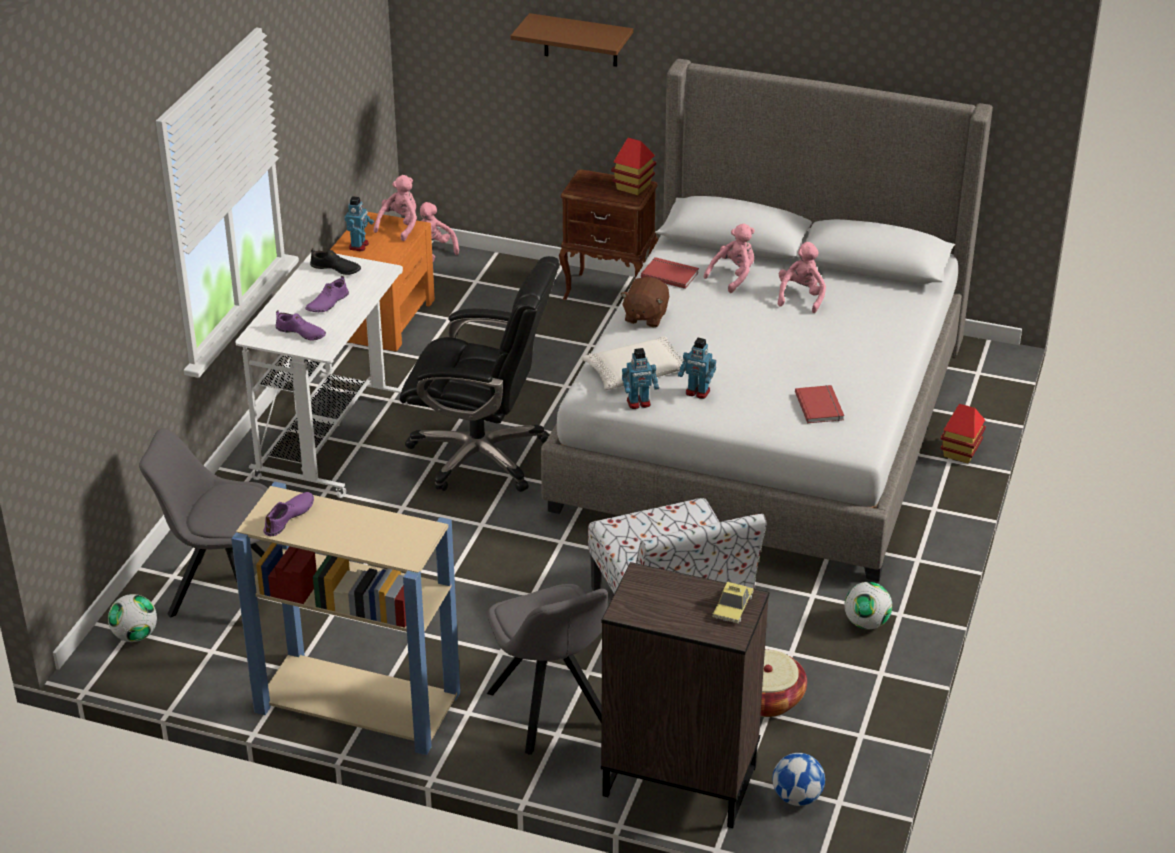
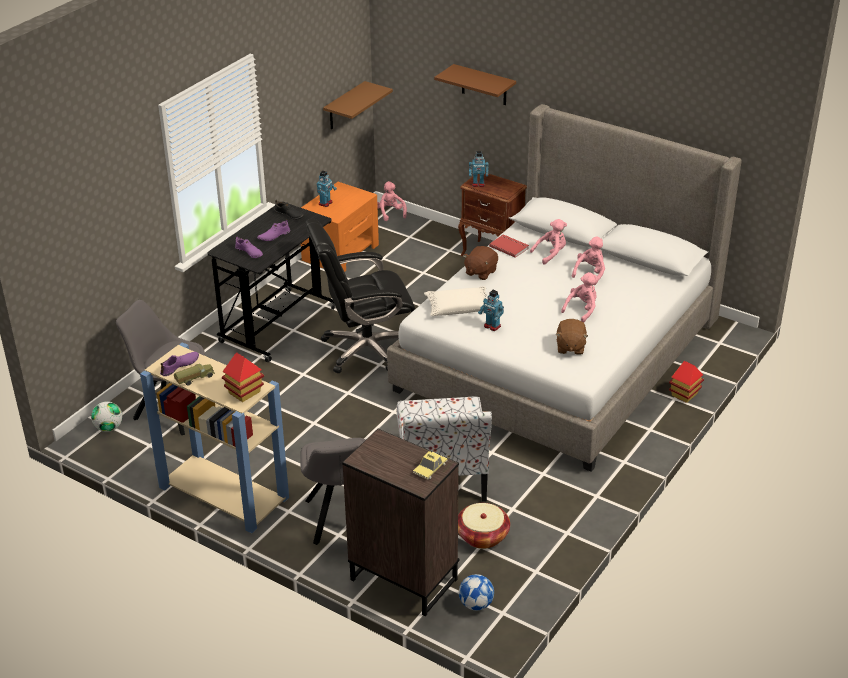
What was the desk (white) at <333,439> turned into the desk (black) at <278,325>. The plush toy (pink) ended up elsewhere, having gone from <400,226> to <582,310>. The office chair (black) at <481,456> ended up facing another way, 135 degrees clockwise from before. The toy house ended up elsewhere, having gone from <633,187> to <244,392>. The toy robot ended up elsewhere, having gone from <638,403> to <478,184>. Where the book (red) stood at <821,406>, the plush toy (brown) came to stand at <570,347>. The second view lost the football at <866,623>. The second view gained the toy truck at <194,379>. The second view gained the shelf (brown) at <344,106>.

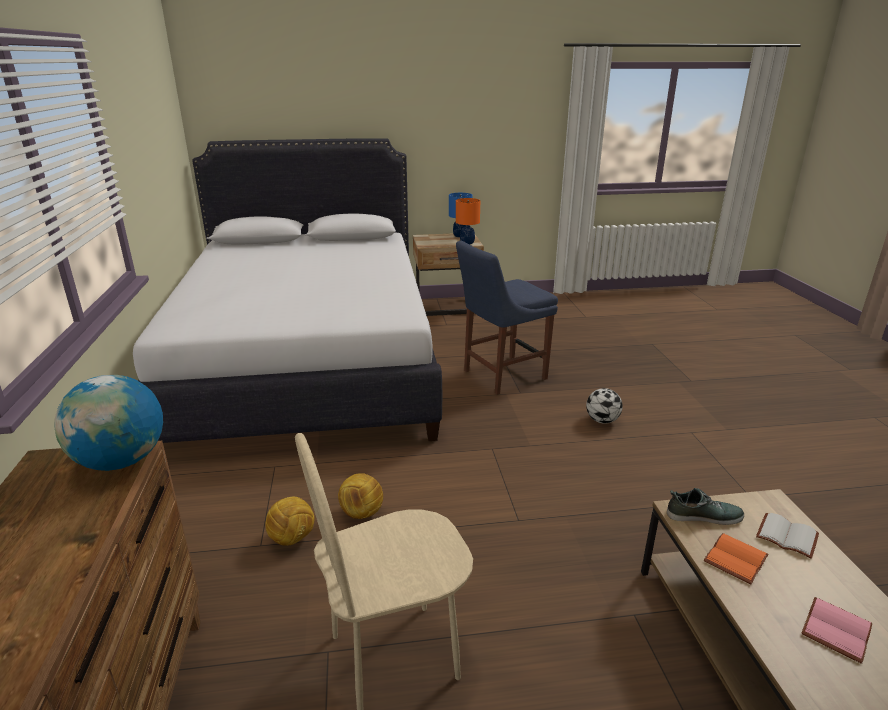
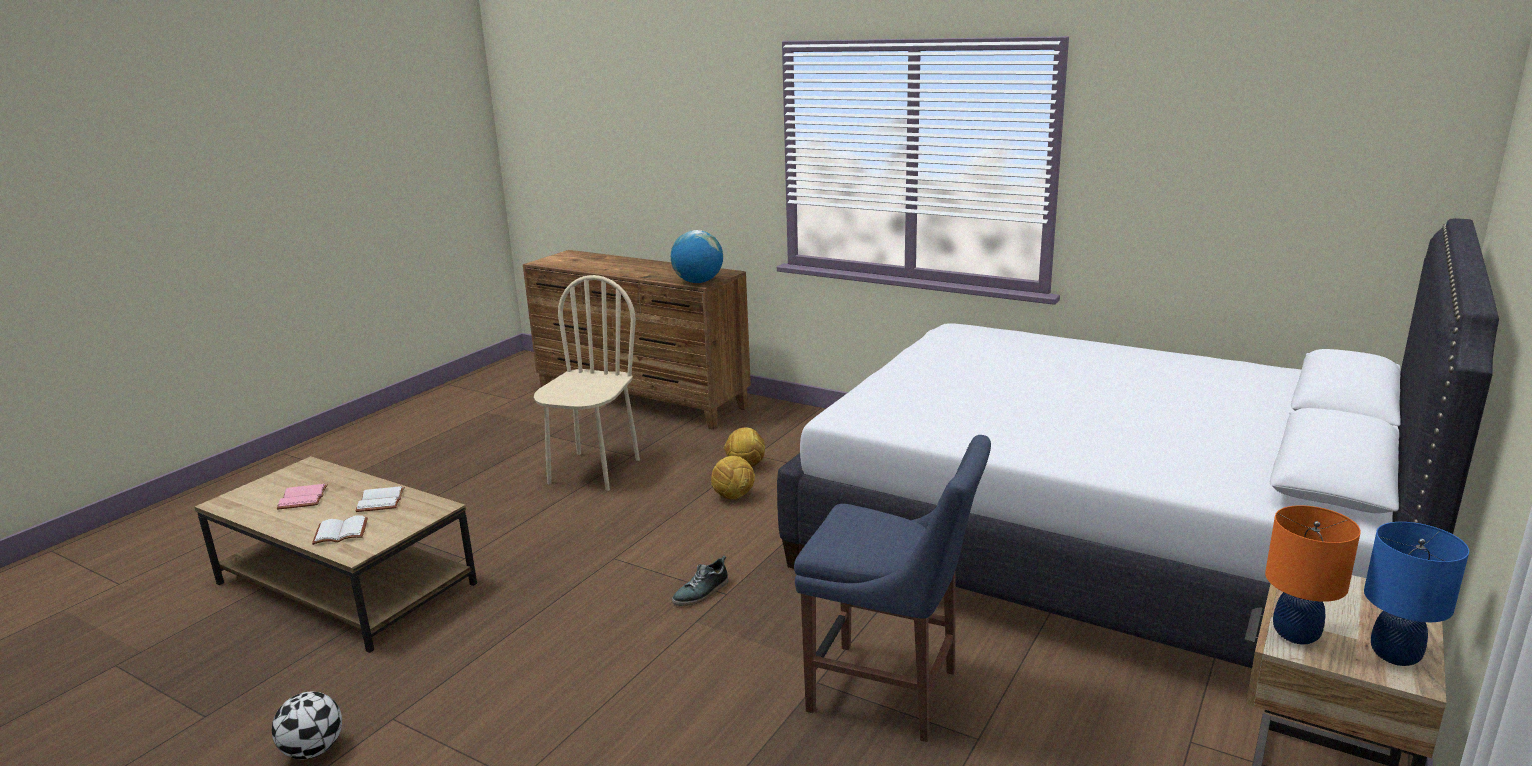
The chair (blue) at <501,375> ended up facing another way, 105 degrees clockwise from before. The football ended up elsewhere, having gone from <602,421> to <313,750>. The shoe ended up elsewhere, having gone from <703,515> to <701,592>. What was the book (orange) at <734,558> turned into the book (white) at <382,501>.

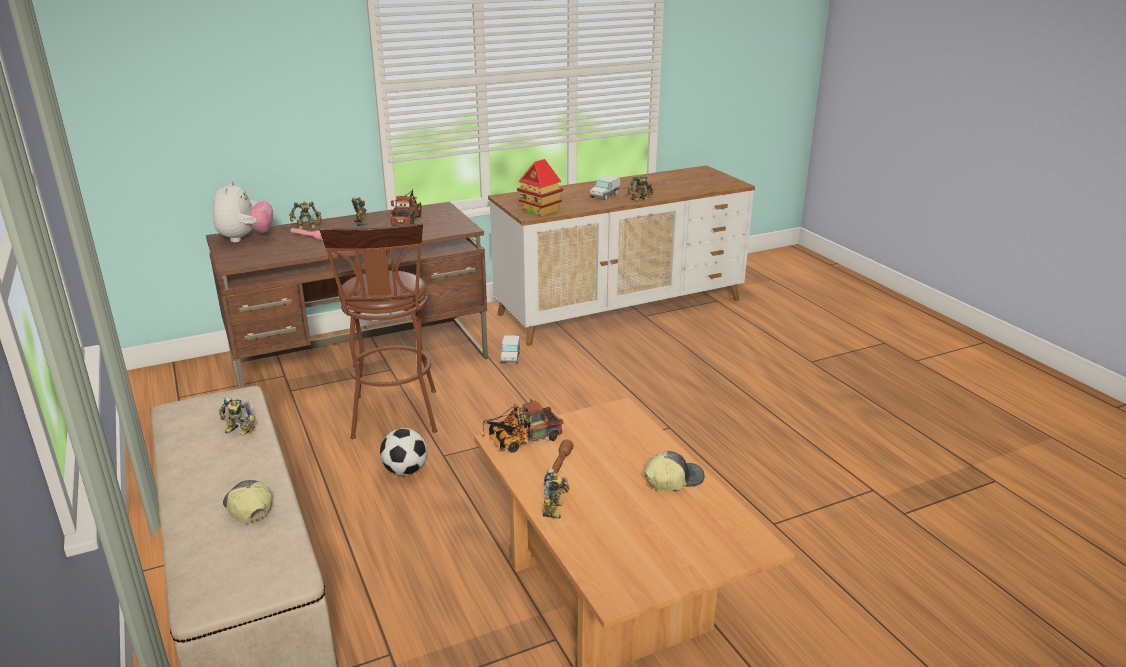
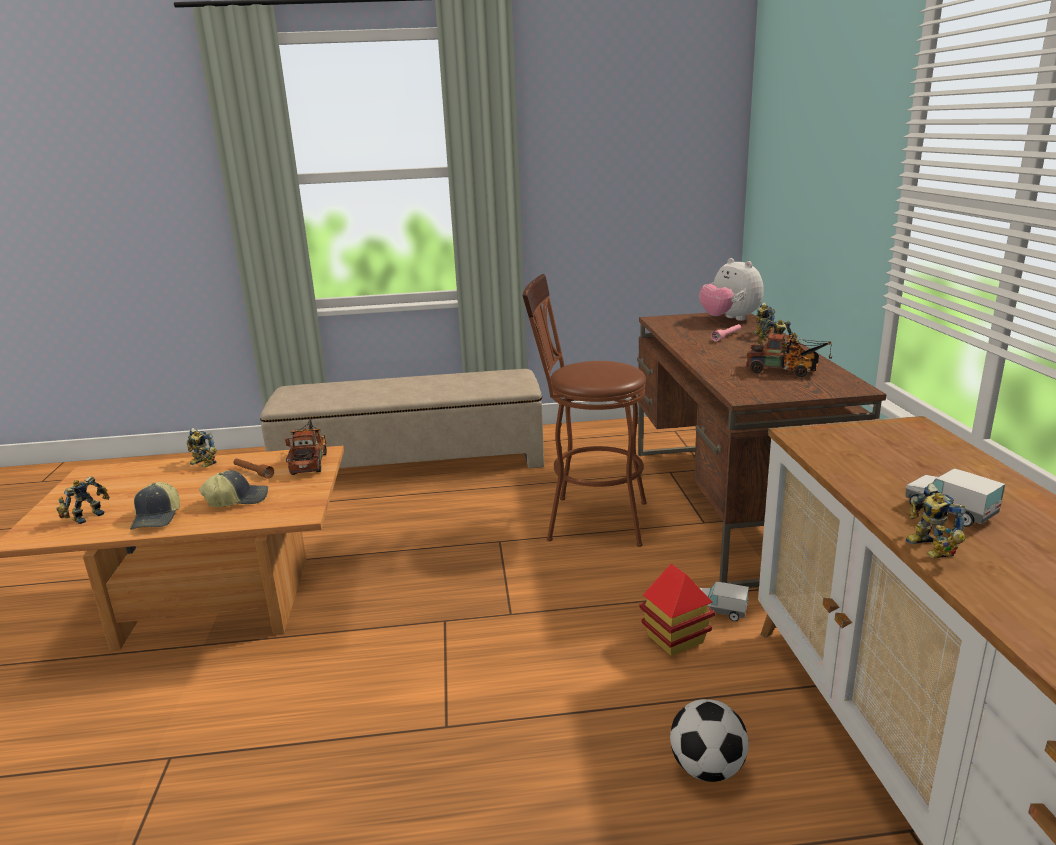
The plush toy at <245,238> ended up facing another way, 45 degrees clockwise from before. The toy robot ended up elsewhere, having gone from <238,432> to <86,516>. The cap ended up elsewhere, having gone from <248,508> to <237,499>. The football ended up elsewhere, having gone from <406,471> to <707,769>. The toy house ended up elsewhere, having gone from <540,211> to <675,639>.

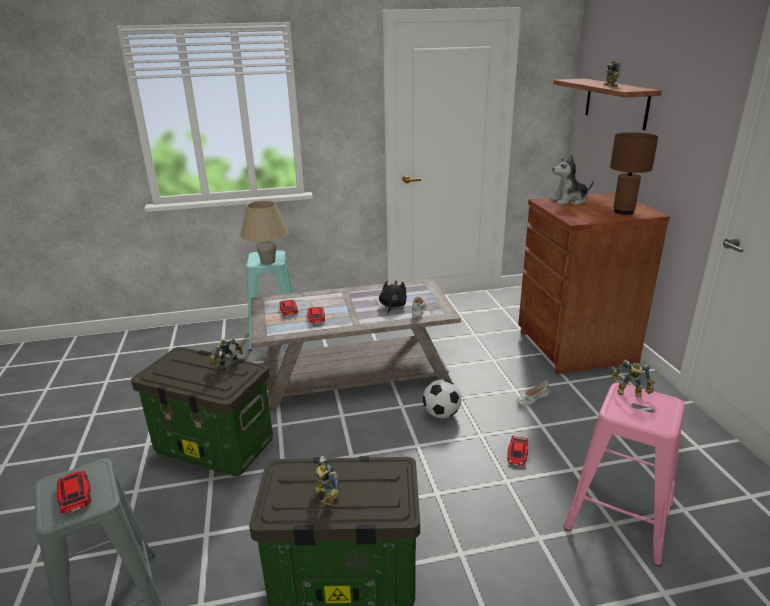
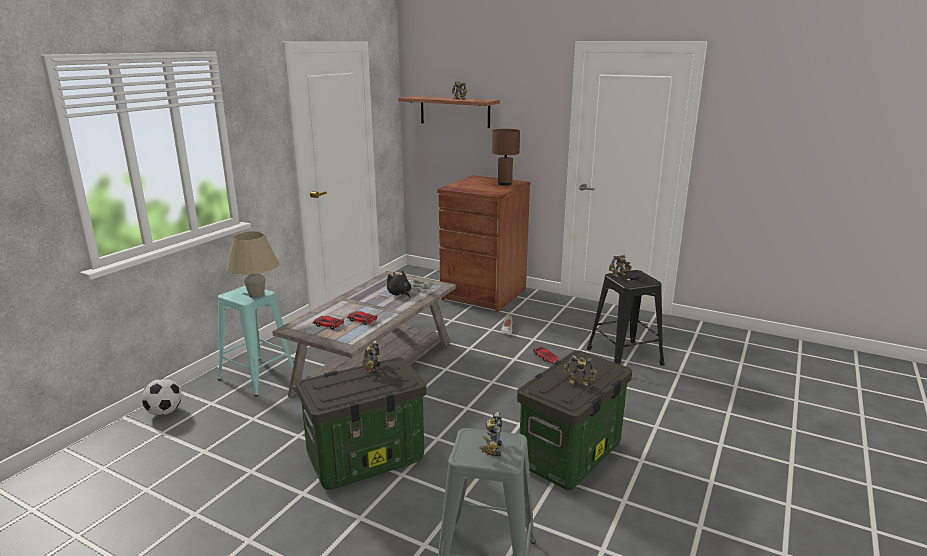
Where the toy car stood at <74,494>, the toy robot came to stand at <491,449>. The football ended up elsewhere, having gone from <441,414> to <165,412>. The second view lost the plush toy at <569,201>. What was the stool (pink) at <619,516> turned into the stool (black) at <624,357>.

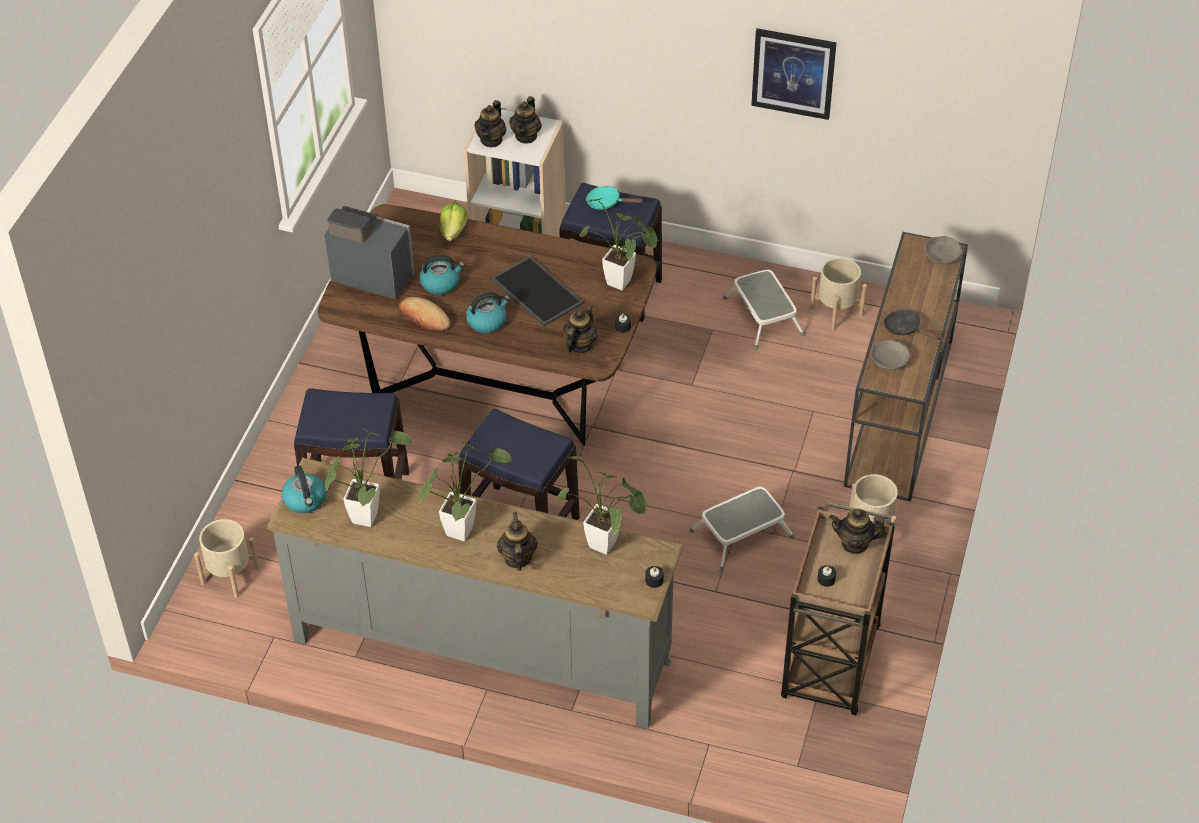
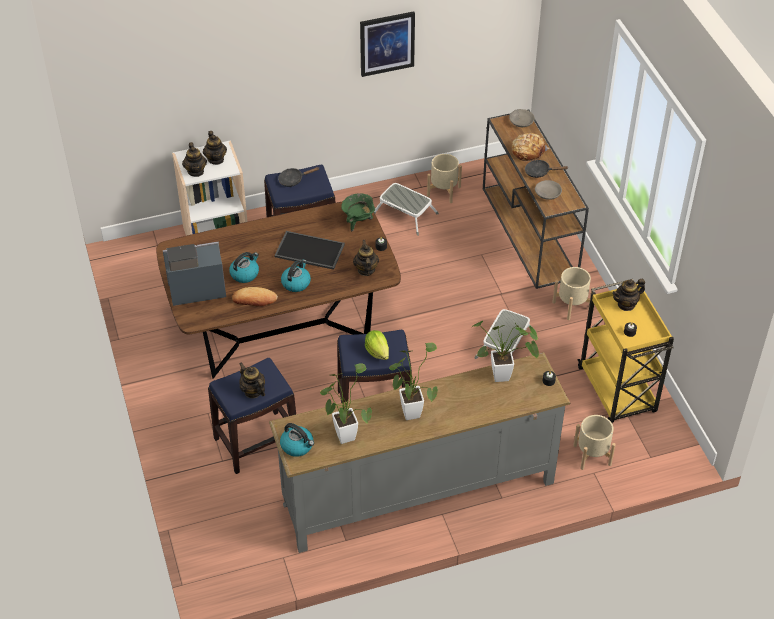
The planter (beige) ended up elsewhere, having gone from <230,576> to <592,455>. The lettuce ended up elsewhere, having gone from <454,231> to <377,351>. The teapot ended up elsewhere, having gone from <517,558> to <253,391>. Where the potted plant stood at <623,285>, the cooking pot (green) came to stand at <358,222>. What was the frying pan (turquoise) at <607,203> turned into the frying pan (black) at <293,180>. What was the cart (brown) at <830,664> turned into the cart (yellow) at <617,391>. The second view gained the bread at <528,151>.

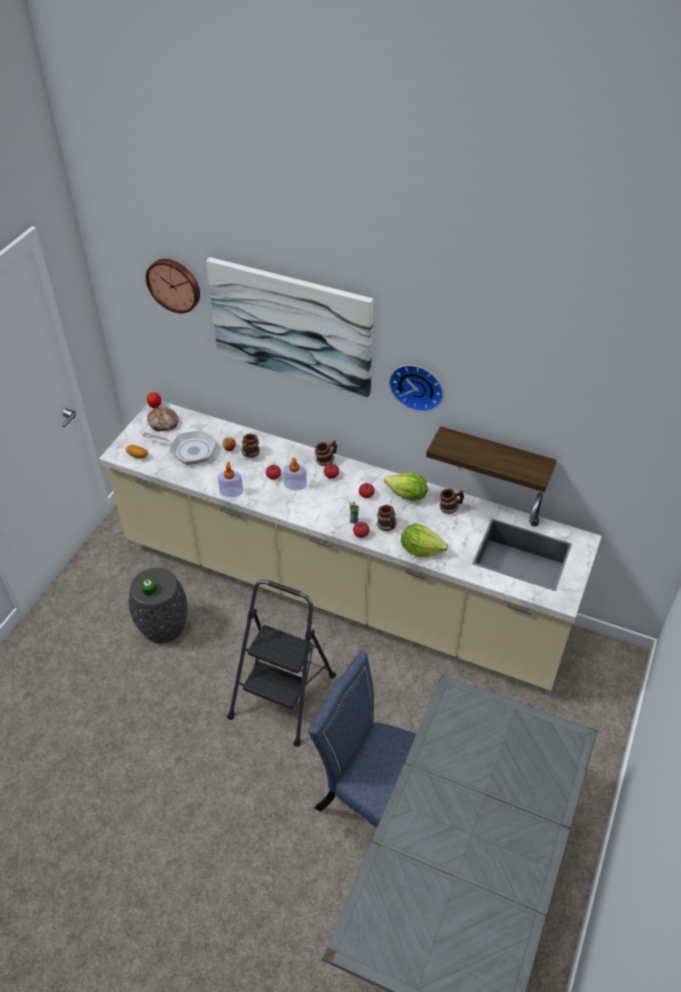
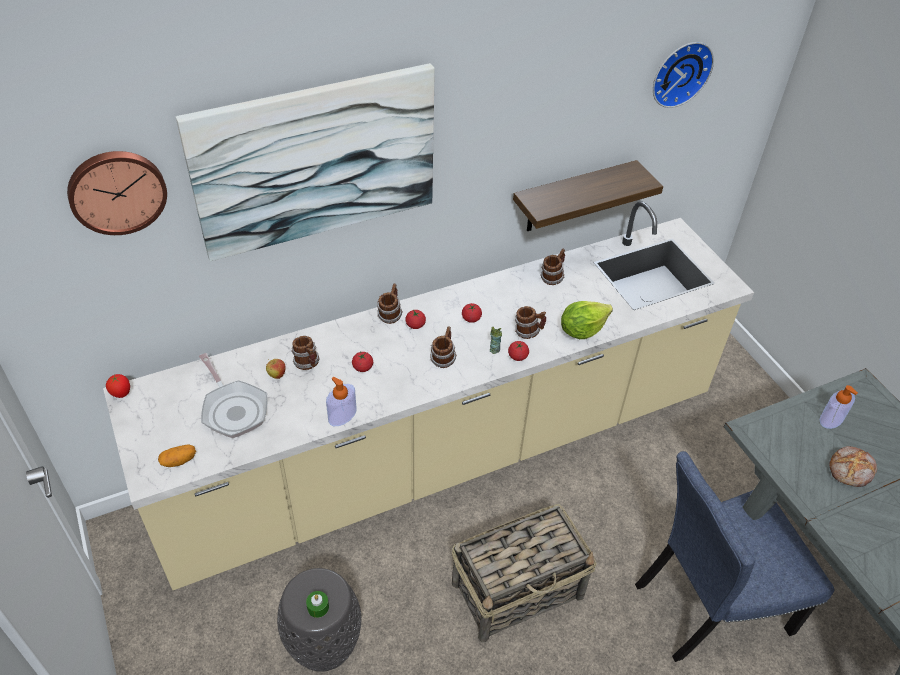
The frying pan at <189,450> ended up facing another way, 90 degrees clockwise from before. The bread ended up elsewhere, having gone from <163,423> to <851,471>. Where the step ladder (black) stood at <284,692>, the basket came to stand at <519,589>. The soap dispenser ended up elsewhere, having gone from <295,485> to <831,419>. The second view lost the lettuce at <407,496>. The wall clock ended up elsewhere, having gone from <417,385> to <679,72>. The second view gained the mug at <443,358>.

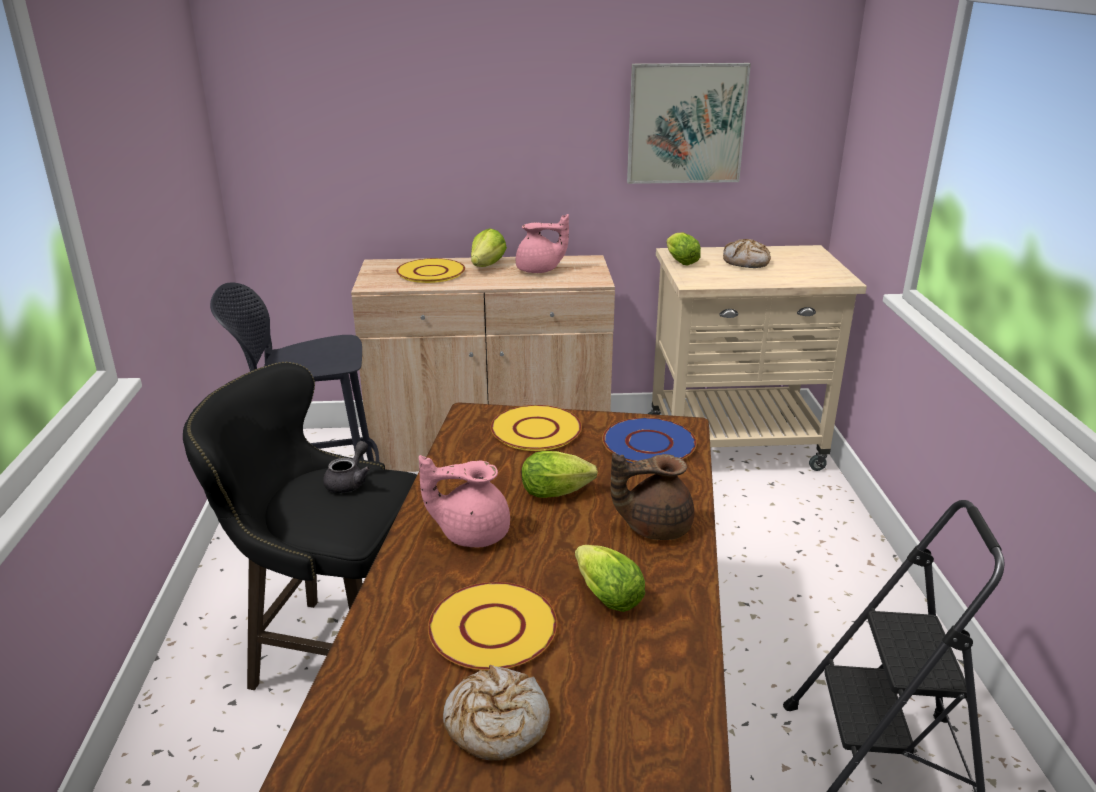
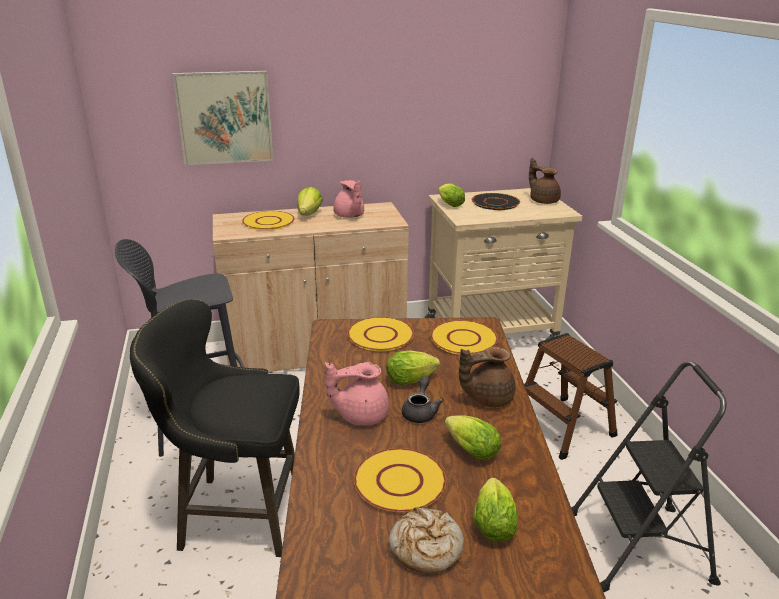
The teapot (grey) ended up elsewhere, having gone from <349,481> to <420,411>. The teapot (pink) at <539,270> ended up facing another way, 75 degrees clockwise from before. What was the plate (blue) at <649,443> turned into the plate (yellow) at <463,339>. The picture ended up elsewhere, having gone from <686,124> to <225,118>. Where the bread stood at <746,262>, the plate (black) came to stand at <495,202>. The second view gained the lettuce at <493,522>. The second view gained the step ladder (brown) at <563,427>. The second view gained the teapot (brown) at <543,201>.

